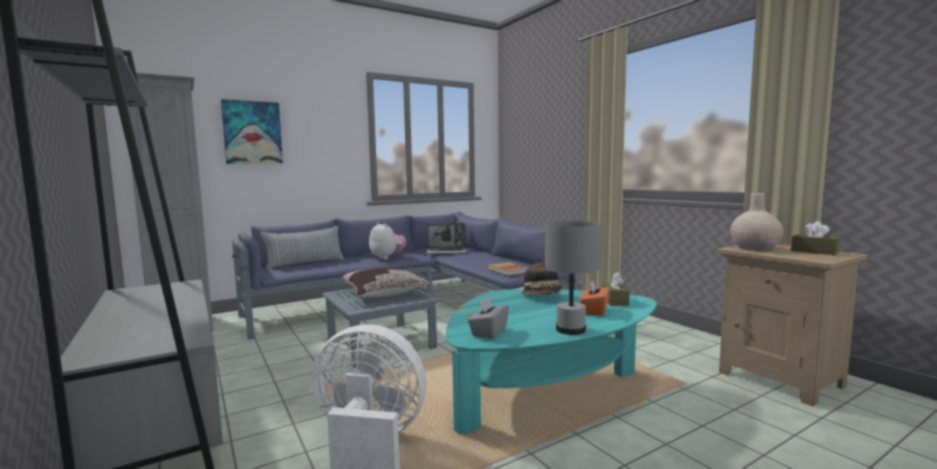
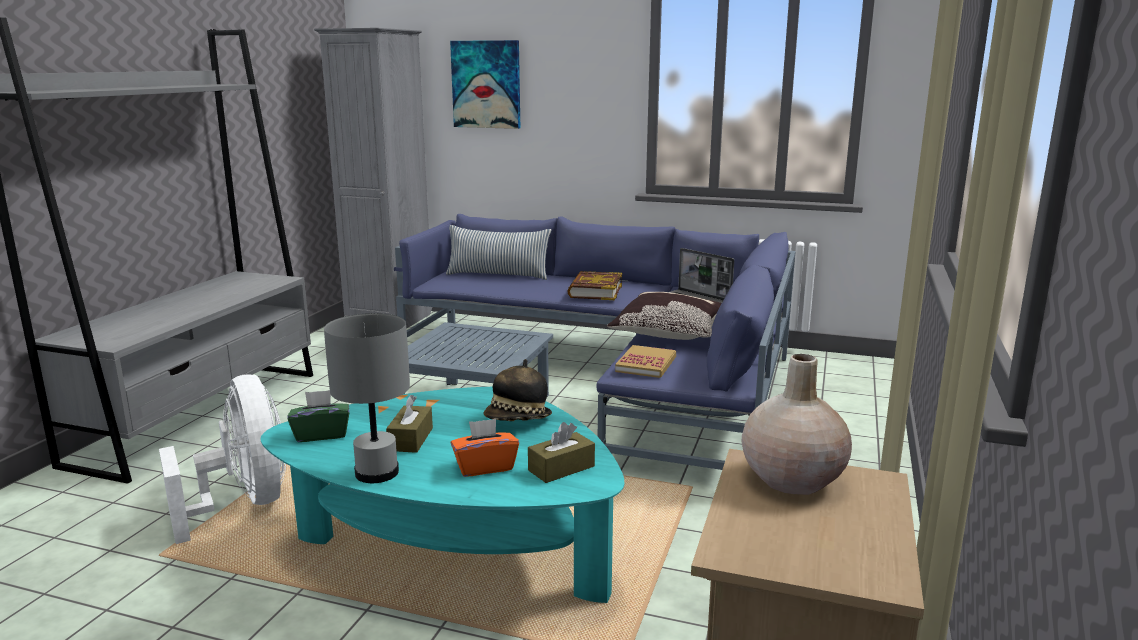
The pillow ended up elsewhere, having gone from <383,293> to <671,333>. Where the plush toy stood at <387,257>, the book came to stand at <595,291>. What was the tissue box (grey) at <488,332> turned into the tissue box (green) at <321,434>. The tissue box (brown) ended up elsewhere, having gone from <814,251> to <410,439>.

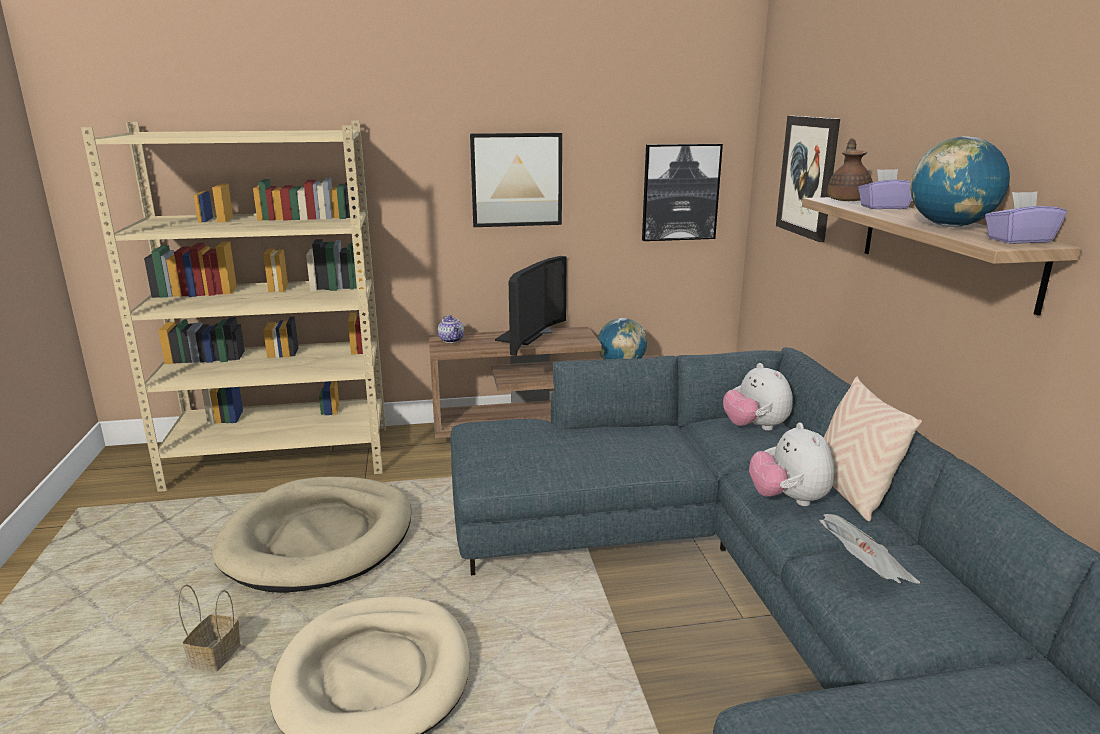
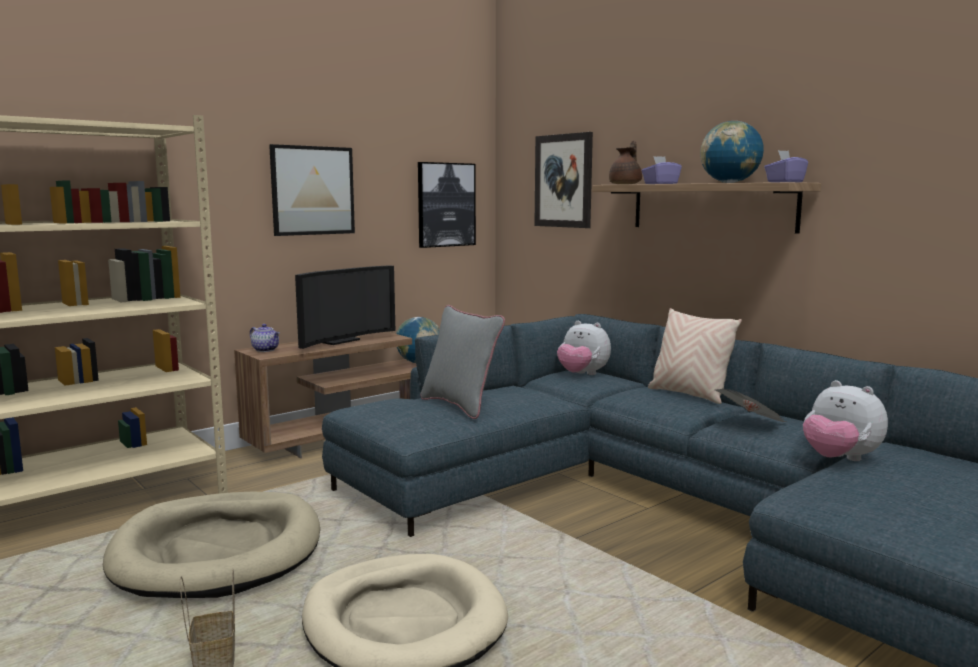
The television at <525,338> ended up facing another way, 45 degrees clockwise from before. The plush toy ended up elsewhere, having gone from <788,500> to <840,459>. The teapot (brown) at <848,200> ended up facing another way, 45 degrees clockwise from before. The second view gained the pillow (grey) at <460,405>.

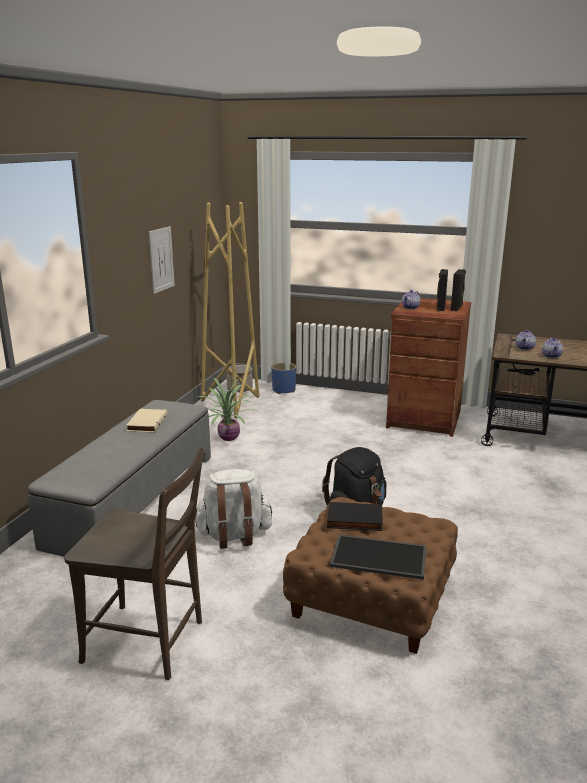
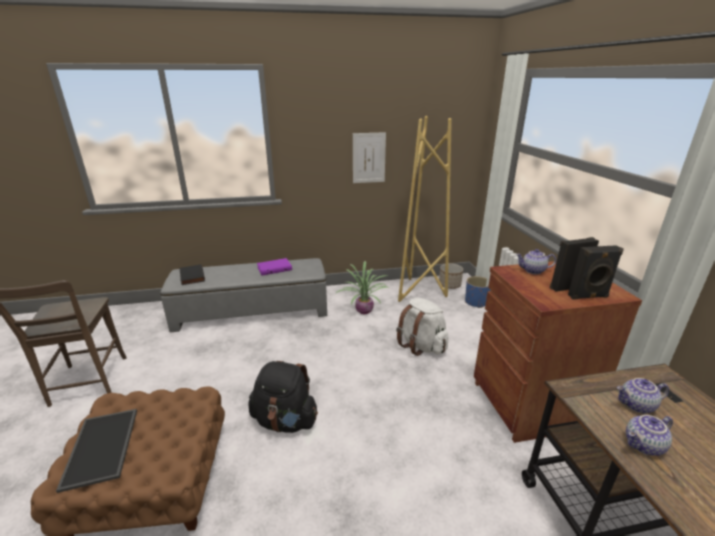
What was the book (beige) at <146,423> turned into the book (purple) at <274,268>. The backpack (white) ended up elsewhere, having gone from <234,535> to <421,345>. The book (black) ended up elsewhere, having gone from <354,520> to <191,276>.

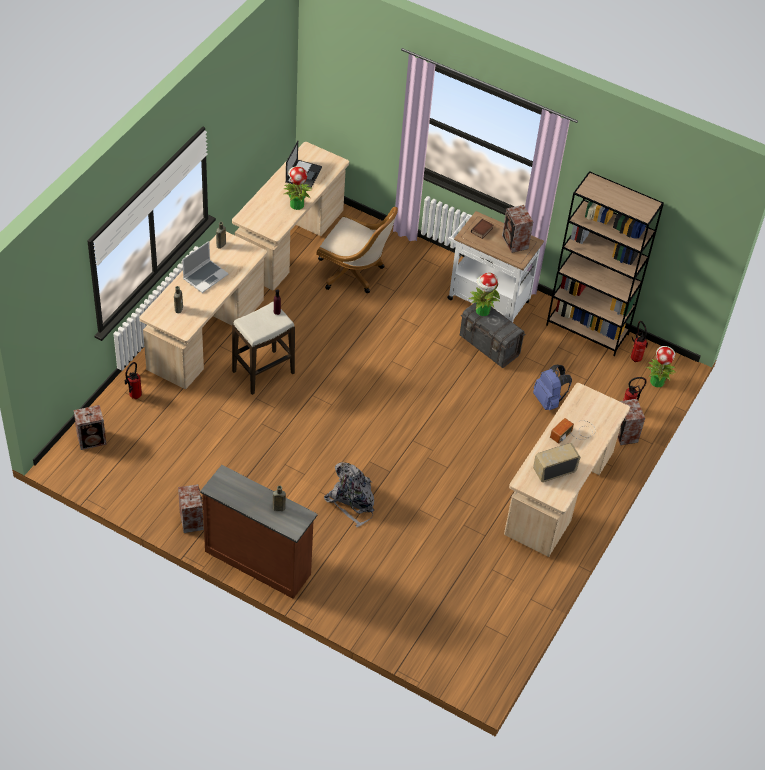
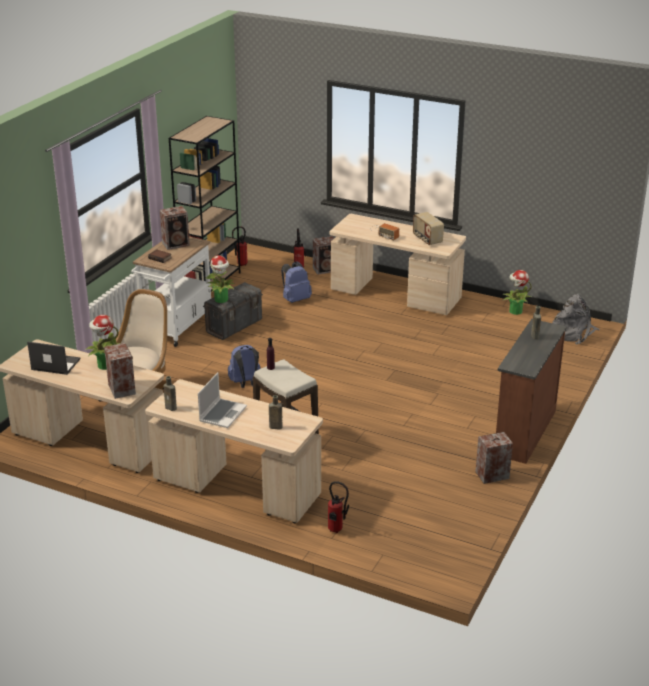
The speaker ended up elsewhere, having gone from <92,440> to <122,388>. The laptop at <205,276> ended up facing another way, 75 degrees clockwise from before. The backpack (grey) ended up elsewhere, having gone from <352,501> to <573,333>. The potted plant ended up elsewhere, having gone from <657,381> to <515,311>. The second view gained the backpack (blue) at <245,383>.

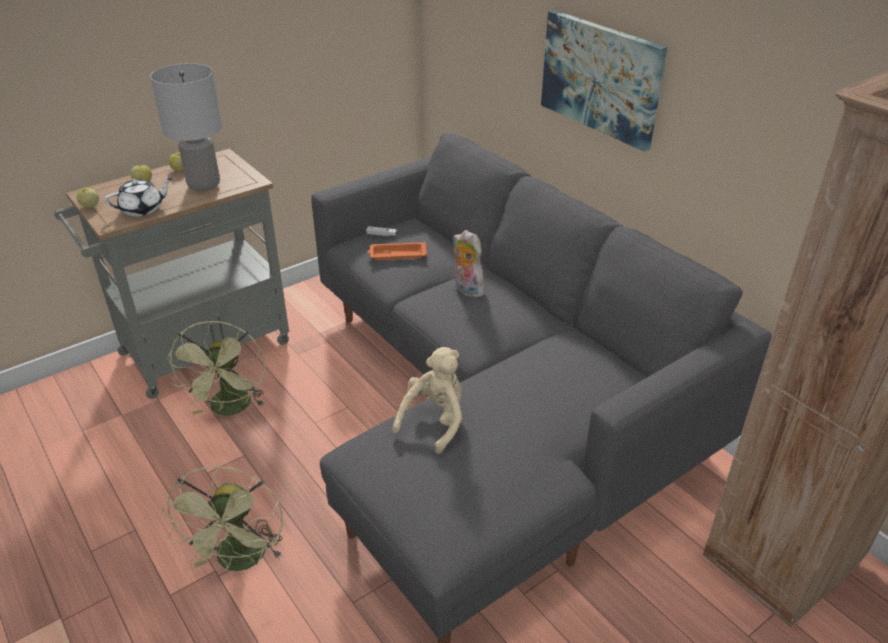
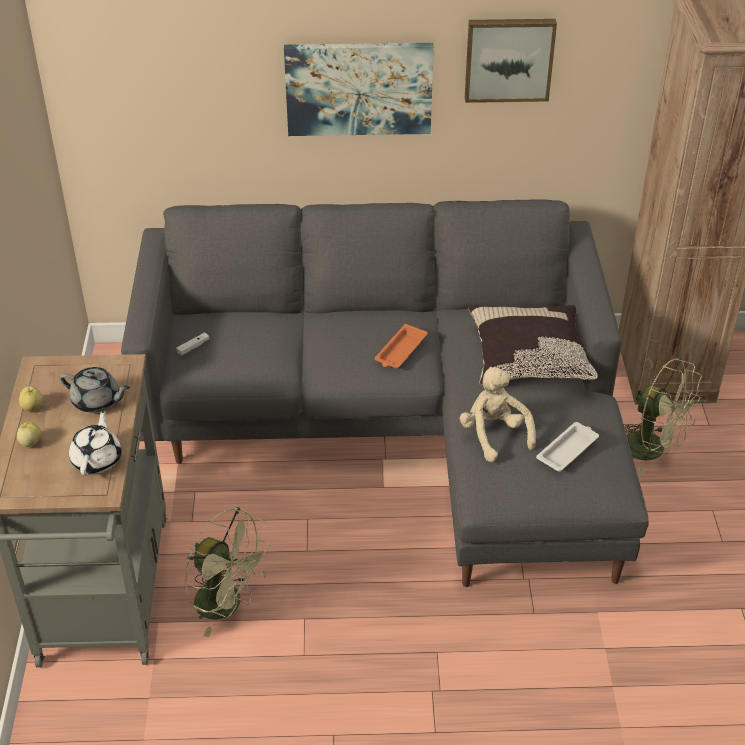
The second view lost the apple at <90,206>. Where the table lamp (grey) stood at <204,186>, the teapot (grey) came to stand at <97,401>. The fan (green) ended up elsewhere, having gone from <241,561> to <653,449>. The tray (orange) ended up elsewhere, having gone from <397,254> to <400,351>. The second view lost the plush toy at <466,289>. The second view gained the picture at <509,58>. The second view gained the pillow at <529,358>. The second view gained the tray (white) at <568,450>.

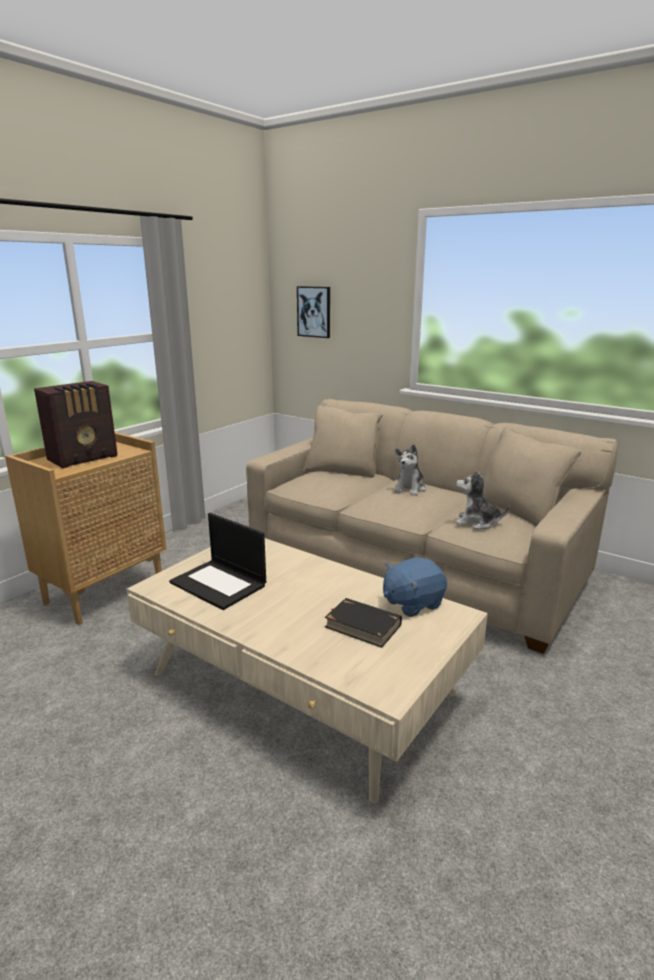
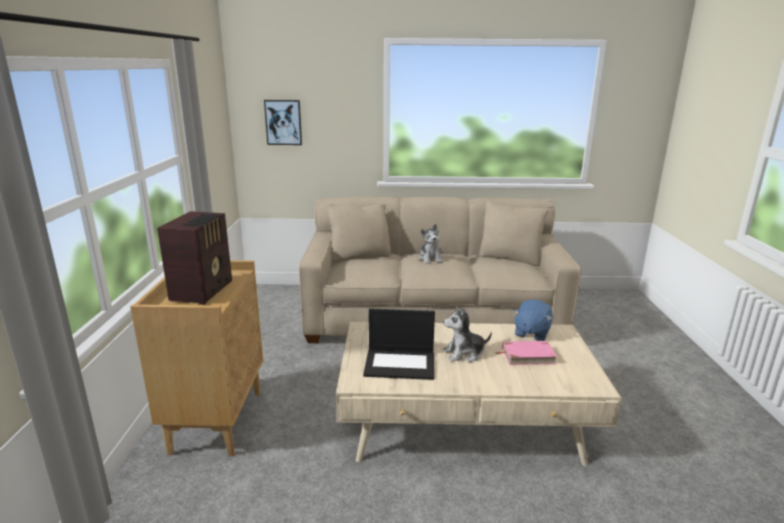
What was the book (black) at <363,626> turned into the book (pink) at <528,356>. The plush toy ended up elsewhere, having gone from <477,522> to <464,354>.

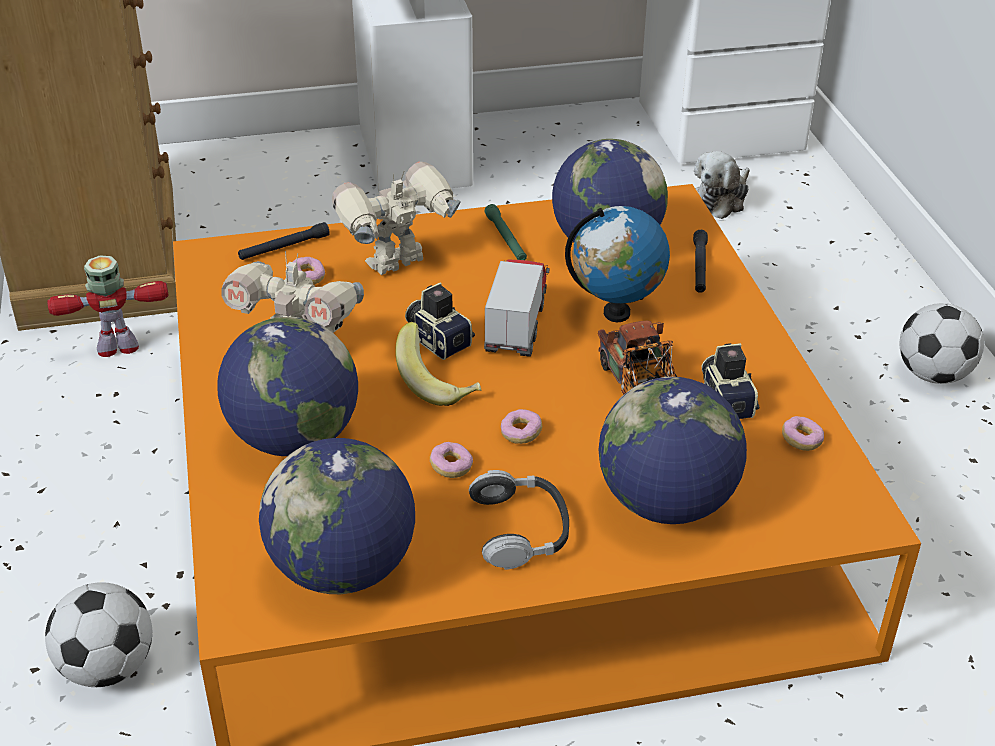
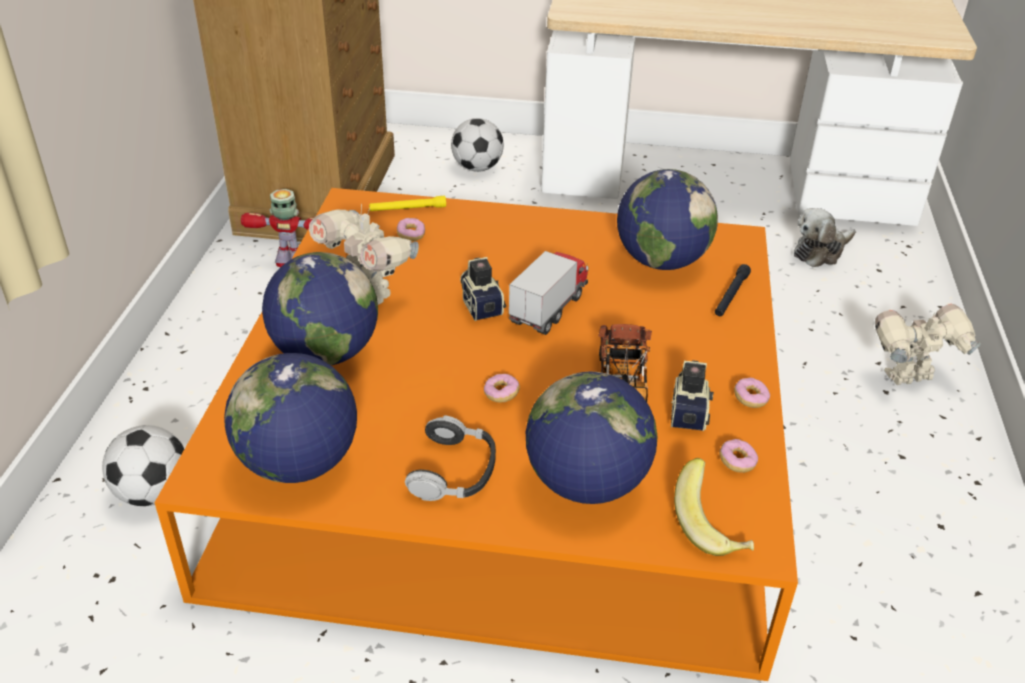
What was the flashlight (black) at <284,248> turned into the flashlight (yellow) at <407,209>. The toy robot ended up elsewhere, having gone from <398,265> to <910,379>. The banana ended up elsewhere, having gone from <438,384> to <712,527>. The donut ended up elsewhere, having gone from <451,467> to <750,399>. The second view lost the flashlight (green) at <506,239>. The second view lost the globe at <616,313>. The football ended up elsewhere, having gone from <933,375> to <477,168>.

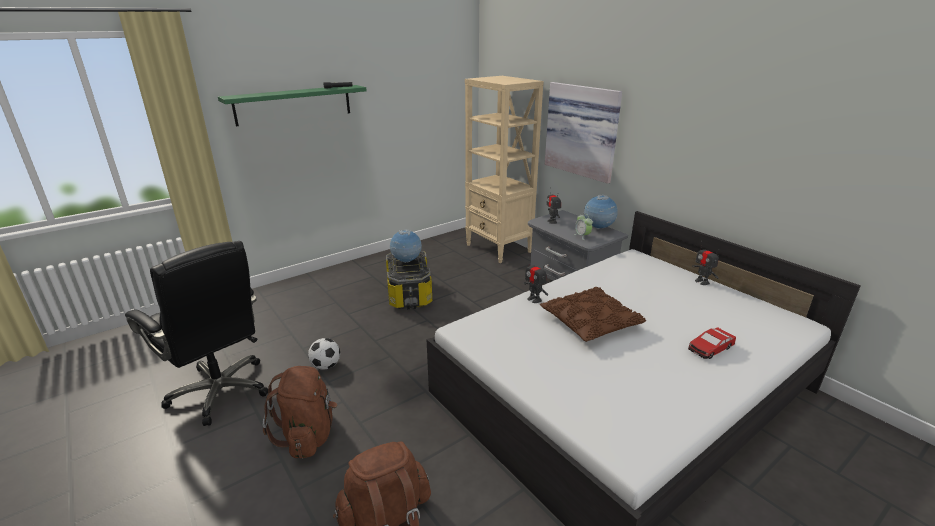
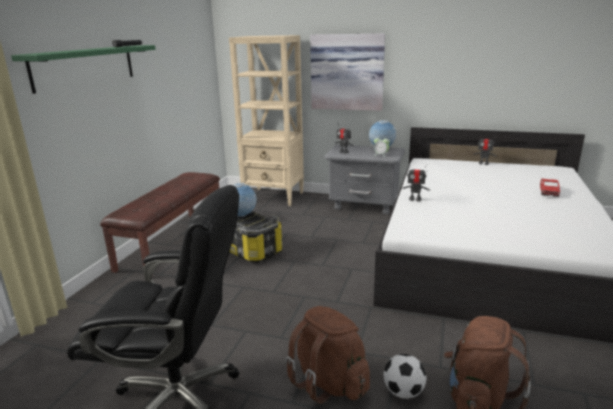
The football ended up elsewhere, having gone from <326,366> to <403,392>. The second view lost the pillow (brown) at <590,323>. The second view gained the bench (brown) at <172,242>.

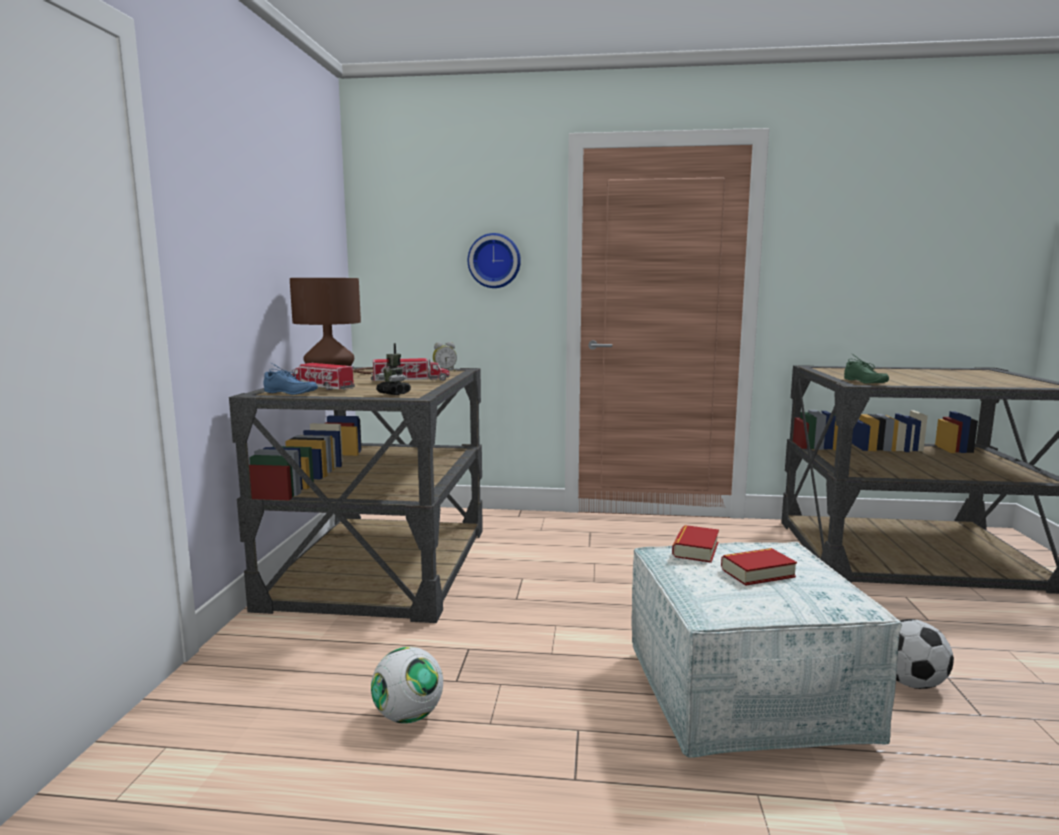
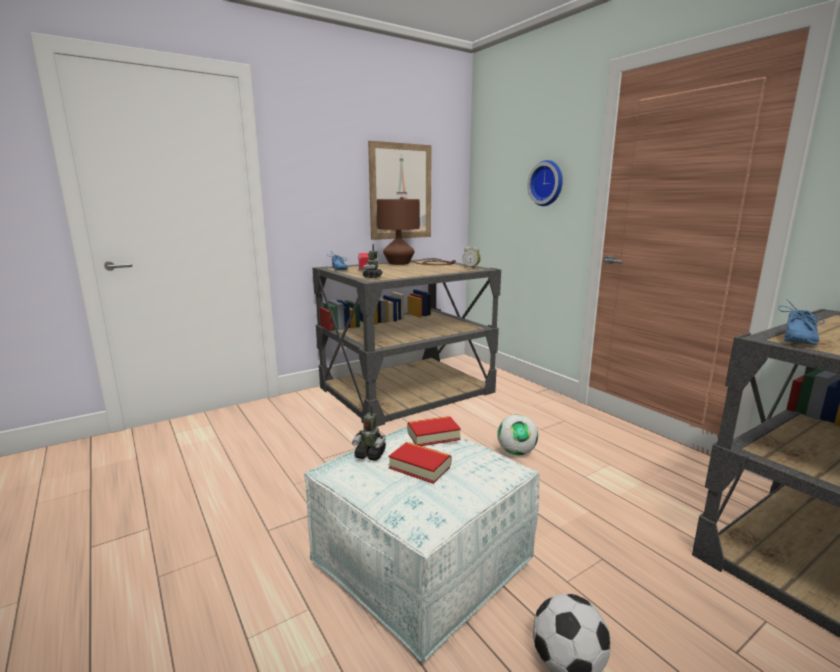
The second view lost the toy truck at <410,380>. The football ended up elsewhere, having gone from <408,716> to <516,452>. What was the shoe (green) at <863,382> turned into the shoe (blue) at <795,339>. The second view gained the toy robot at <370,454>. The second view gained the picture at <400,191>.

